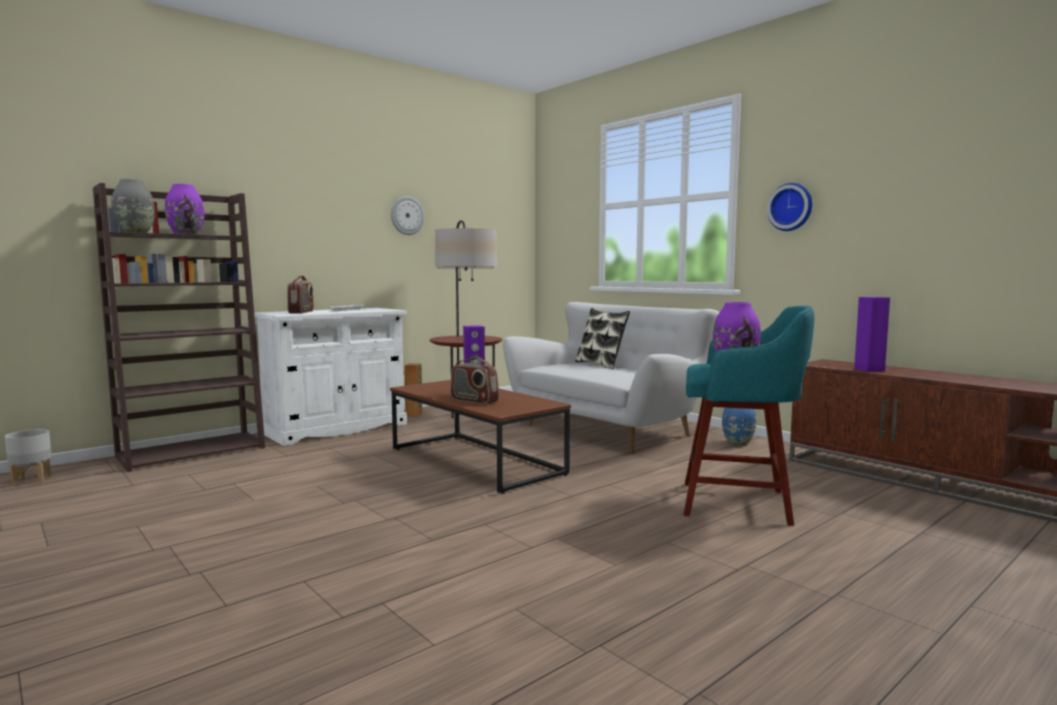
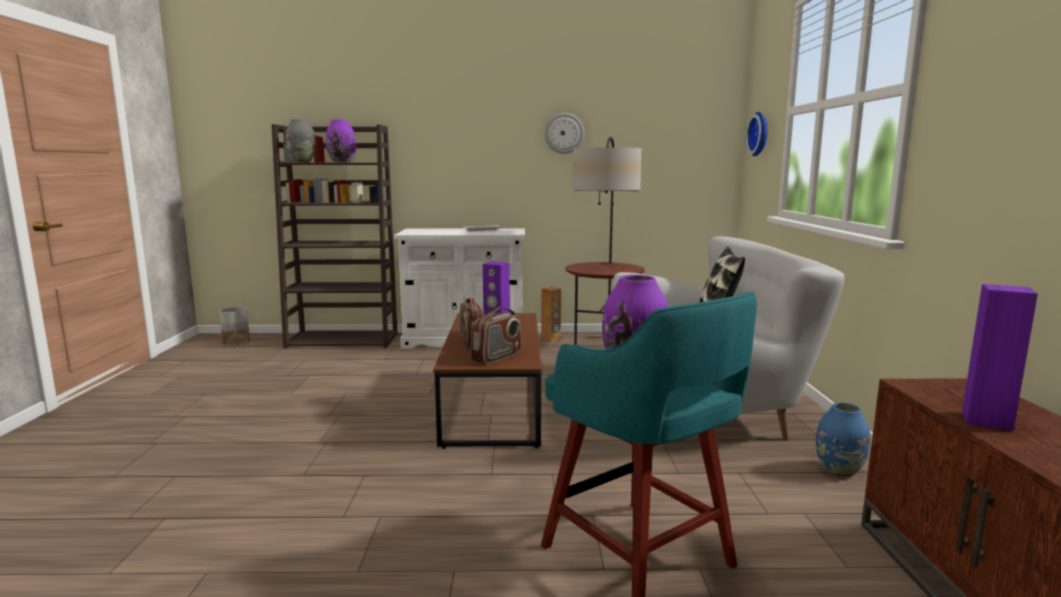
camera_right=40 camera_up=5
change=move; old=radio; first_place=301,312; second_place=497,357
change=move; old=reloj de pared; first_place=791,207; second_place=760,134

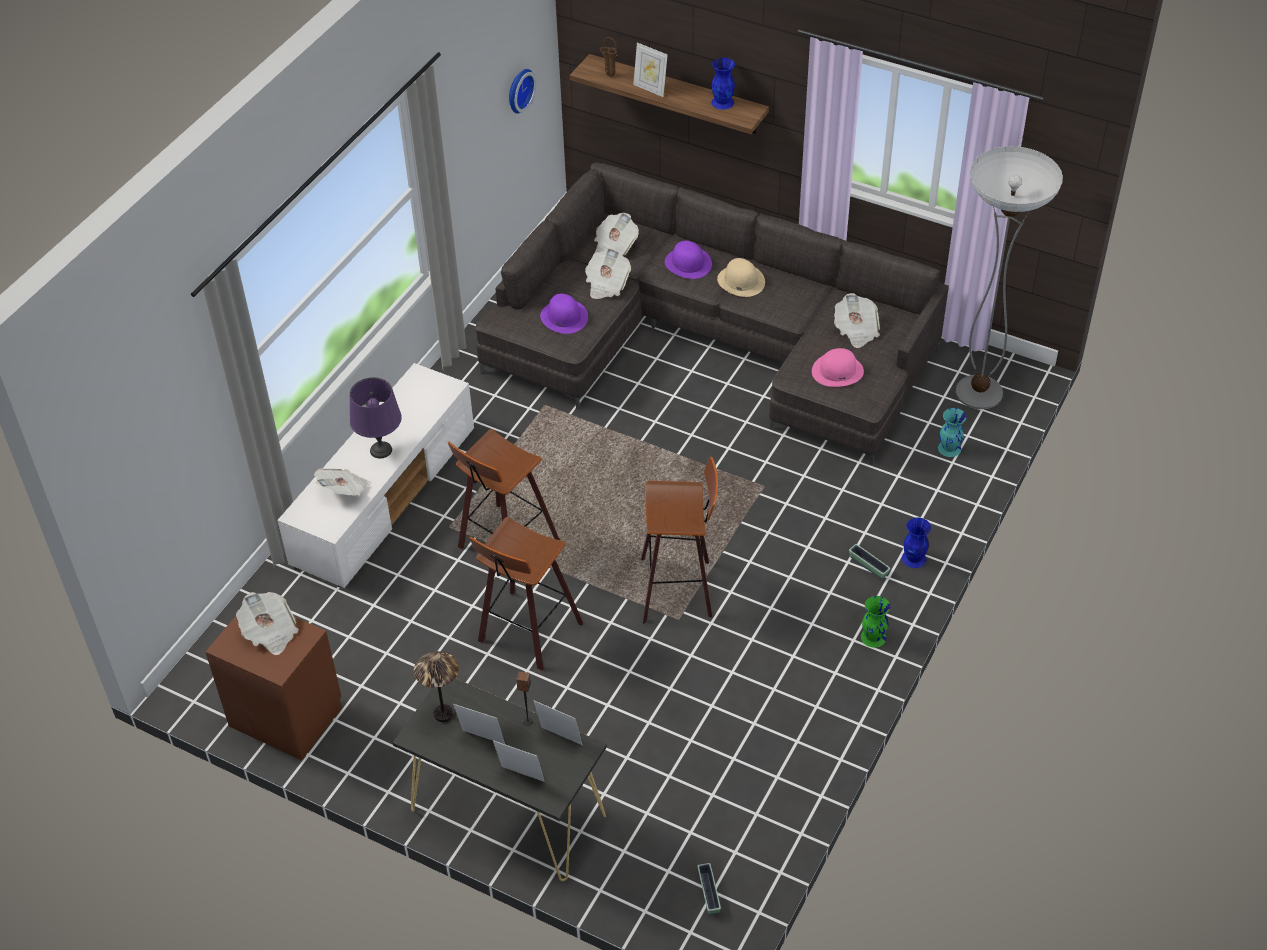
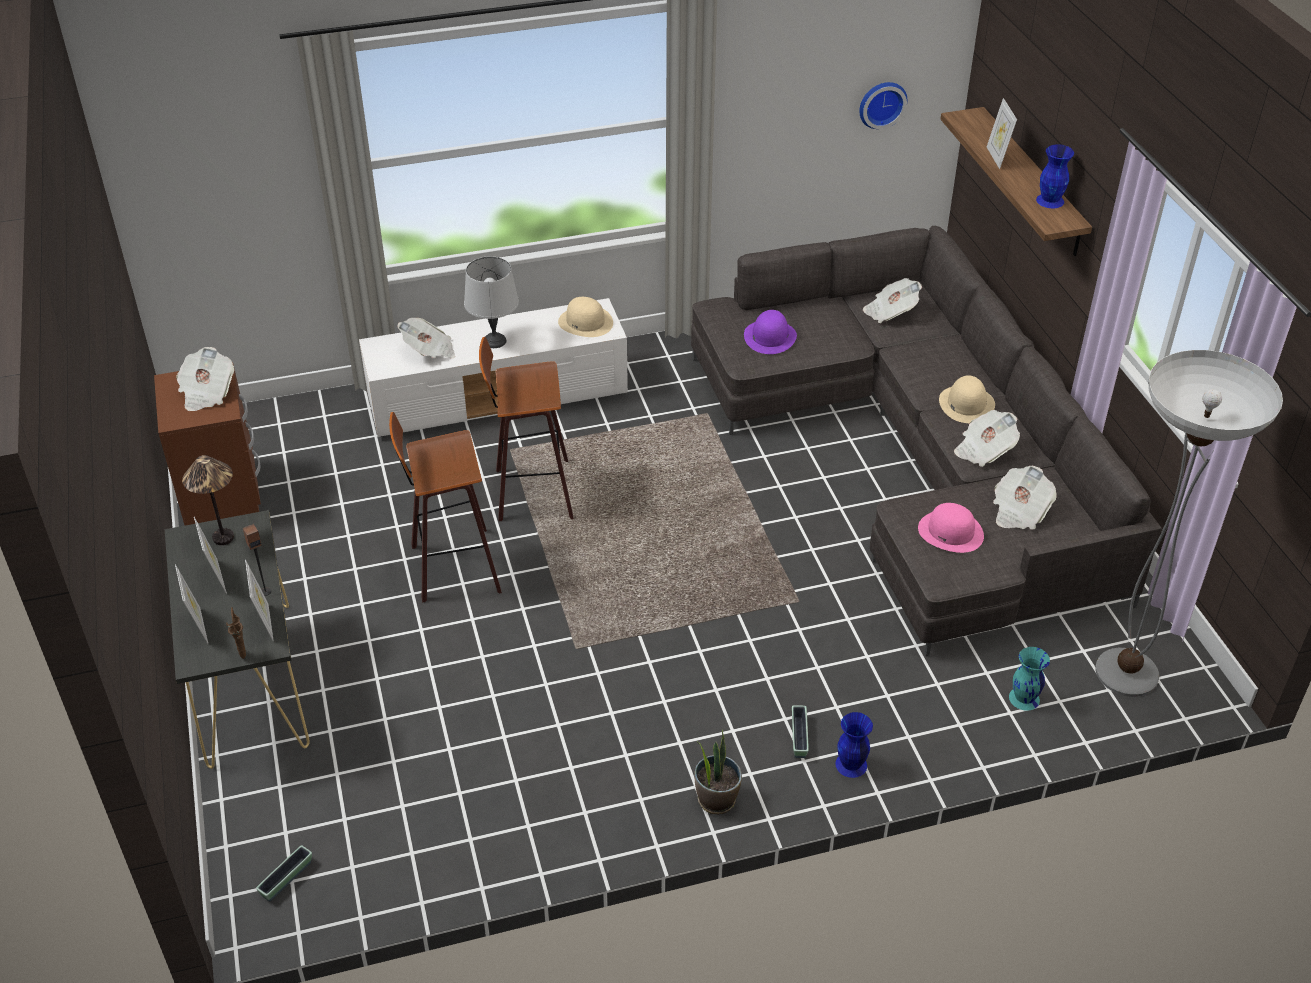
camera_right=45 camera_up=-5
change=move; old=florero (marrón); first_place=609,76; second_place=242,655
change=recolor; old=lámpara de mesa (morado); new=lámpara de mesa (gris); first_place=381,450; second_place=494,341
change=insert; new=sombrero (beis); second_place=586,322
change=replace; old=florero (verde); new=planta en maceta; first_place=873,637; second_place=716,799
change=move; old=periódico; first_place=606,284; second_place=984,450
change=delete; old=taburete; first_place=679,588
change=delete; old=sombrero (morado); first_place=688,263

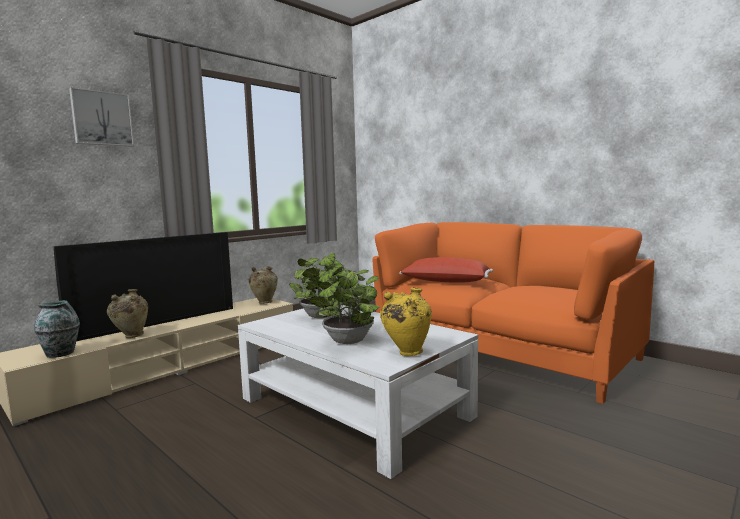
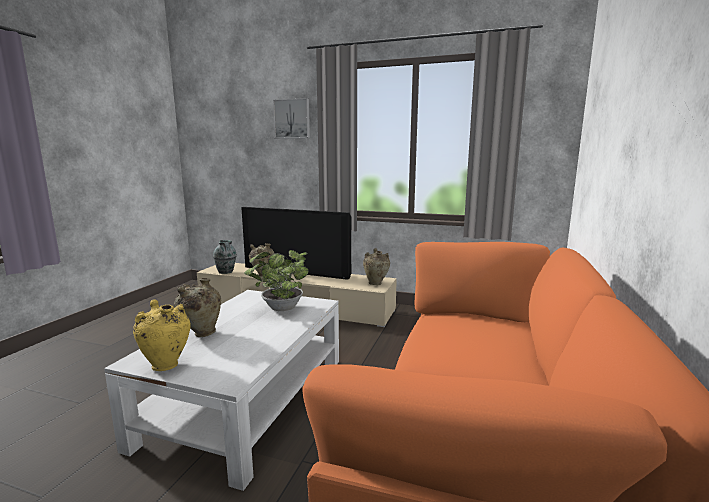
camera_right=65 camera_up=5
change=replace; old=planta en maceta; new=florero (beis); first_place=347,342; second_place=201,334
change=delete; old=cojín (rojo); first_place=445,282

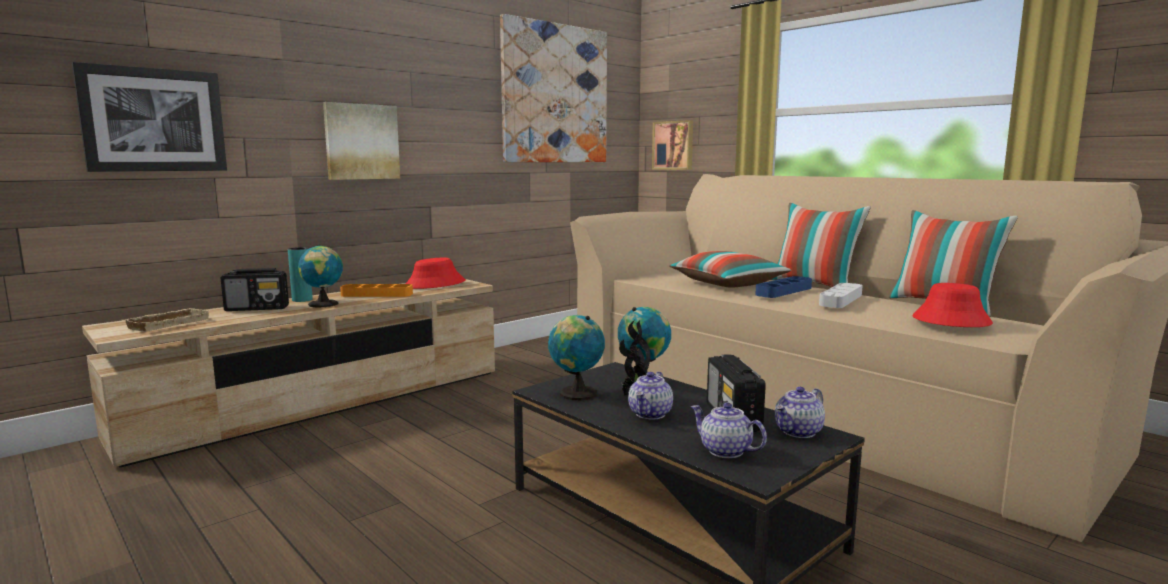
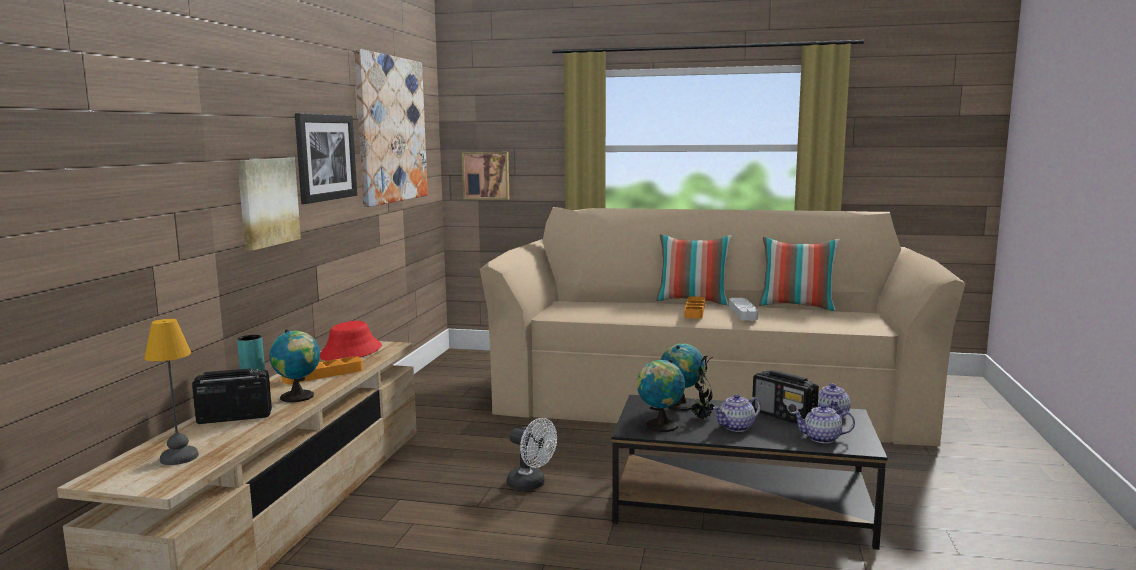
camera_right=-35 camera_up=0
change=replace; old=bandeja (beis); new=lámpara de mesa; first_place=168,323; second_place=178,457
change=rotate; old=radio; first_place=258,308; second_place=234,417; degrees=-150
change=move; old=cuadro; first_place=154,120; second_place=325,157
change=insert; new=ventilador (blanco); second_place=531,485
change=recolor; old=bandeja (azul); new=bandeja (naranja); first_place=784,291; second_place=695,311
change=rotate; old=tetera; first_place=650,414; second_place=736,427; degrees=75
change=delete; old=cojín; first_place=727,284
change=delete; old=sombrero (rojo); first_place=951,321

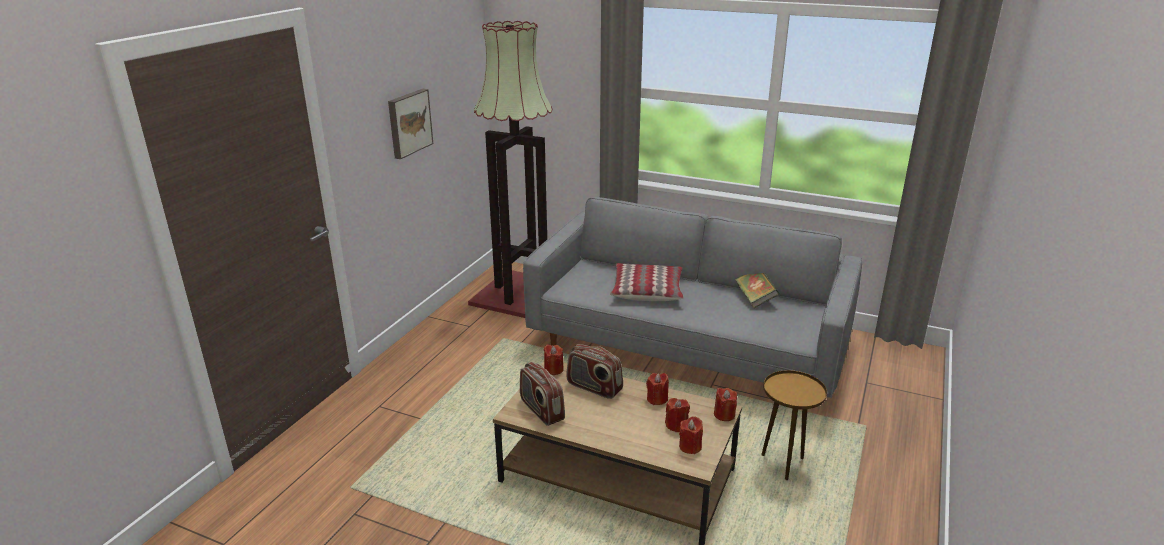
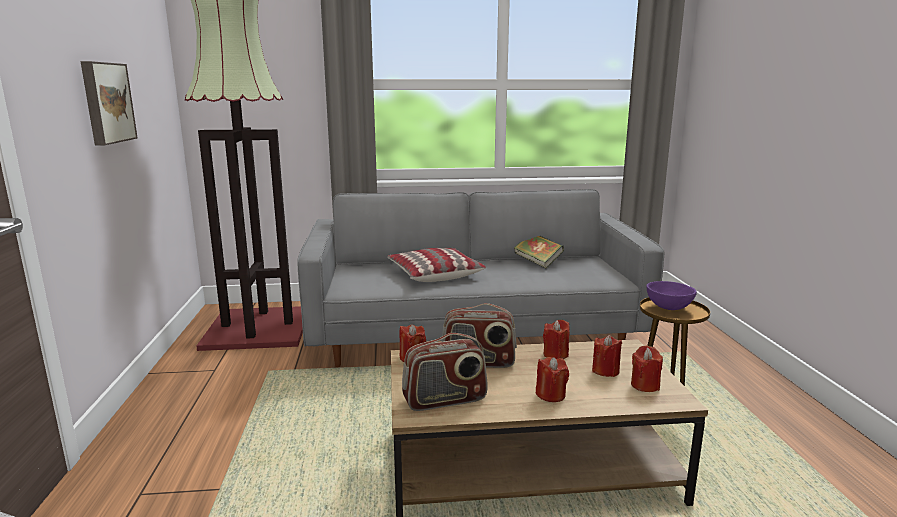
camera_right=-30 camera_up=-10
change=rotate; old=radio; first_place=541,410; second_place=445,400; degrees=-45
change=move; old=vela (rojo); first_place=724,414; second_place=550,395
change=insert; new=cuenco (morado); second_place=668,307

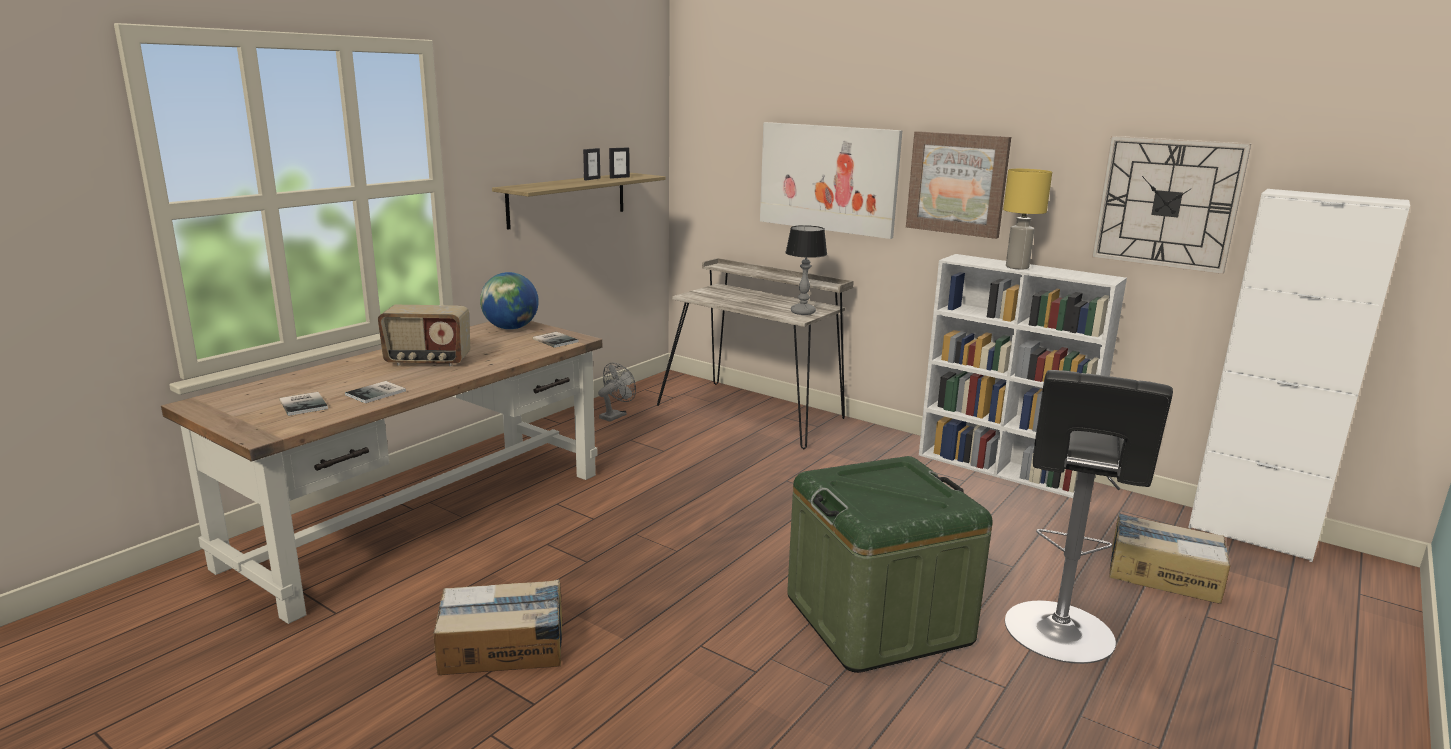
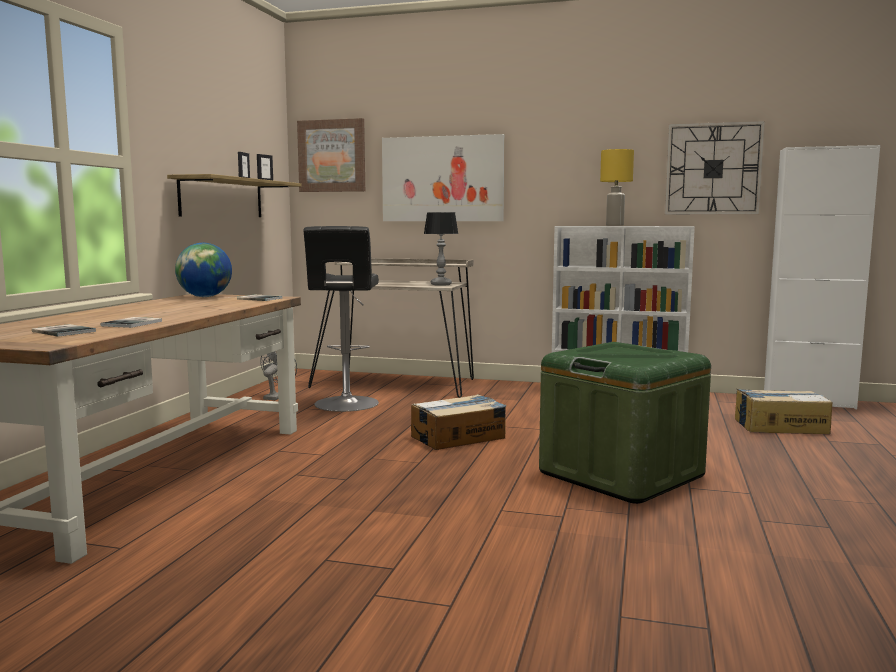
camera_right=-20 camera_up=-10
change=move; old=cuadro; first_place=957,183; second_place=332,156
change=move; old=taburete (negro); first_place=1059,635; second_place=346,404
change=move; old=caja de cartón; first_place=503,647; second_place=459,437
change=delete; old=radio; first_place=427,361

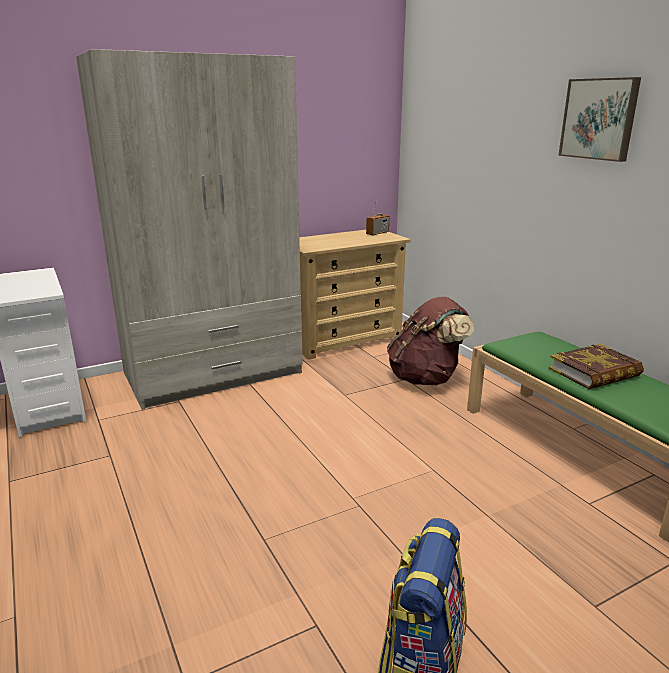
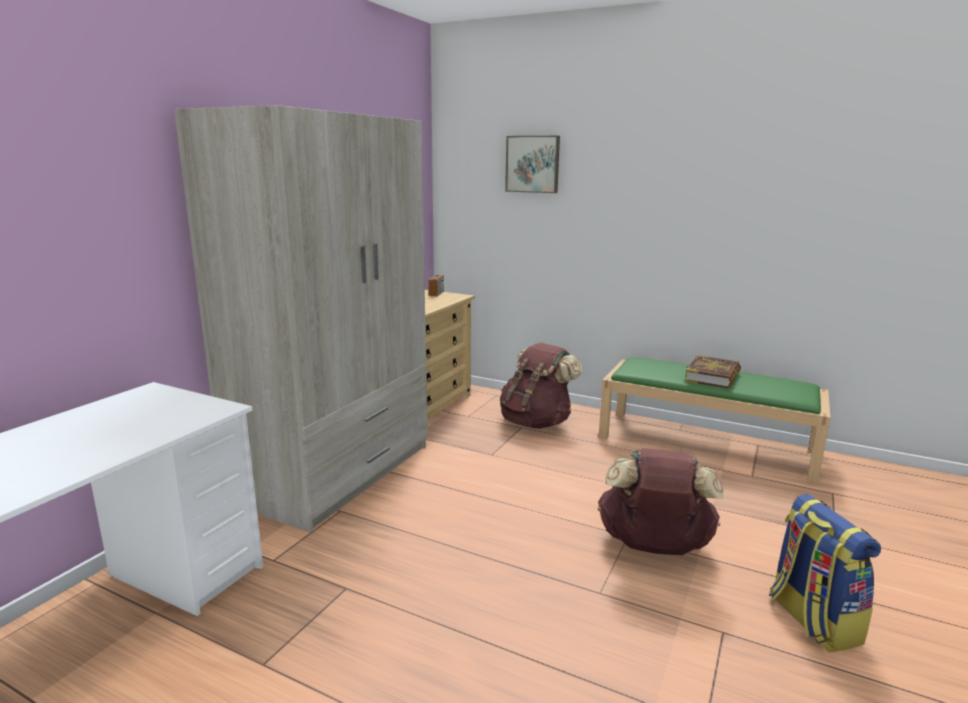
camera_right=-35 camera_up=-5
change=move; old=cuadro; first_place=599,119; second_place=533,164
change=insert; new=mochila (marrón); second_place=654,547

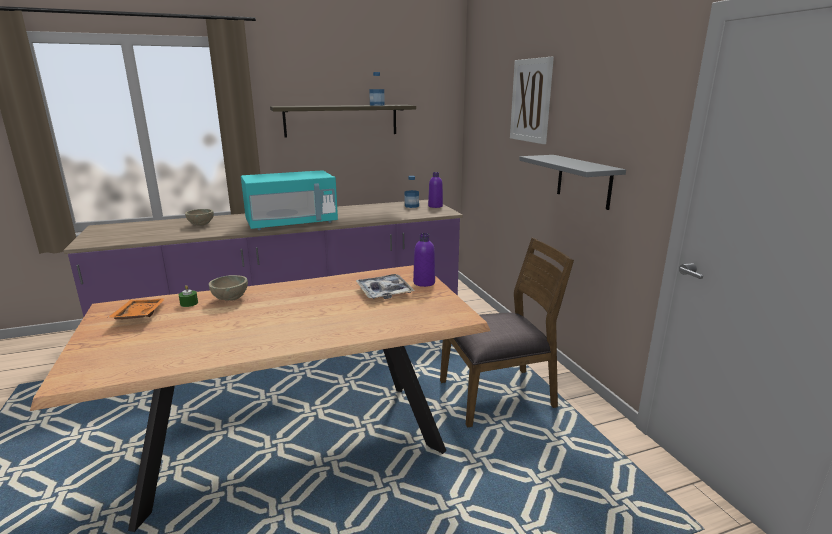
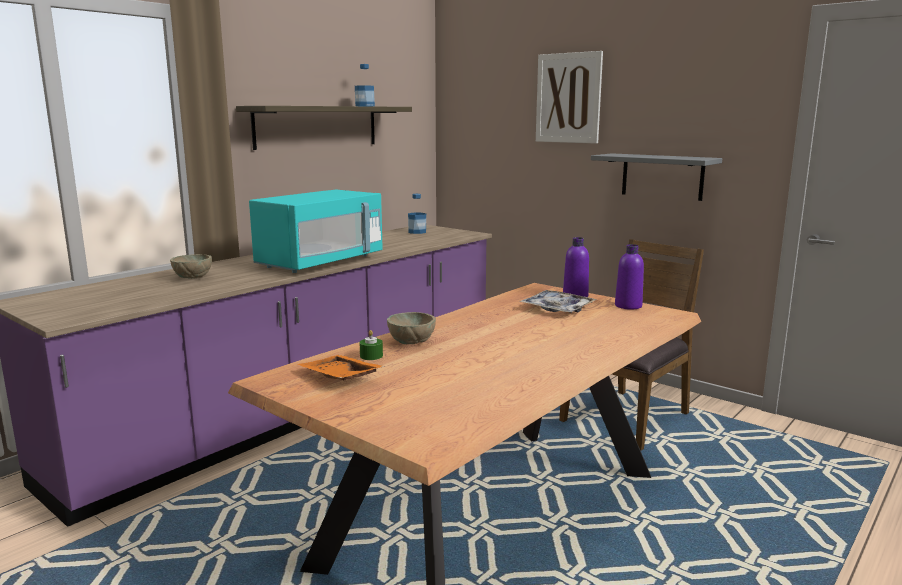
camera_right=-30 camera_up=-5
change=move; old=botella (morado); first_place=435,206; second_place=628,306

